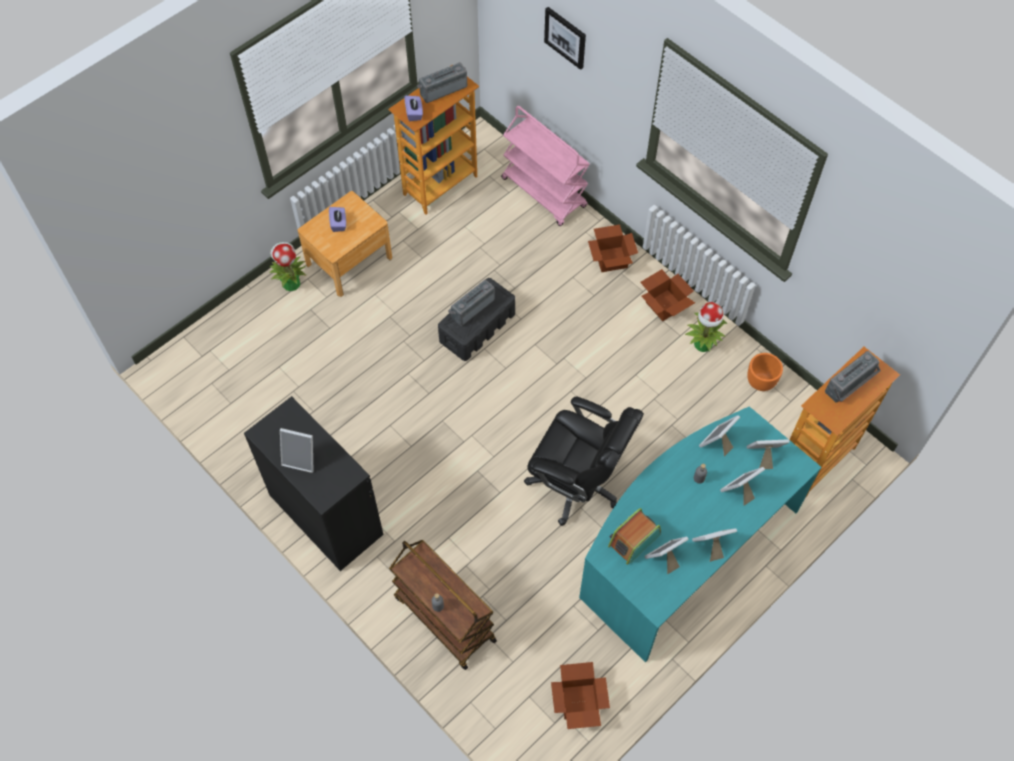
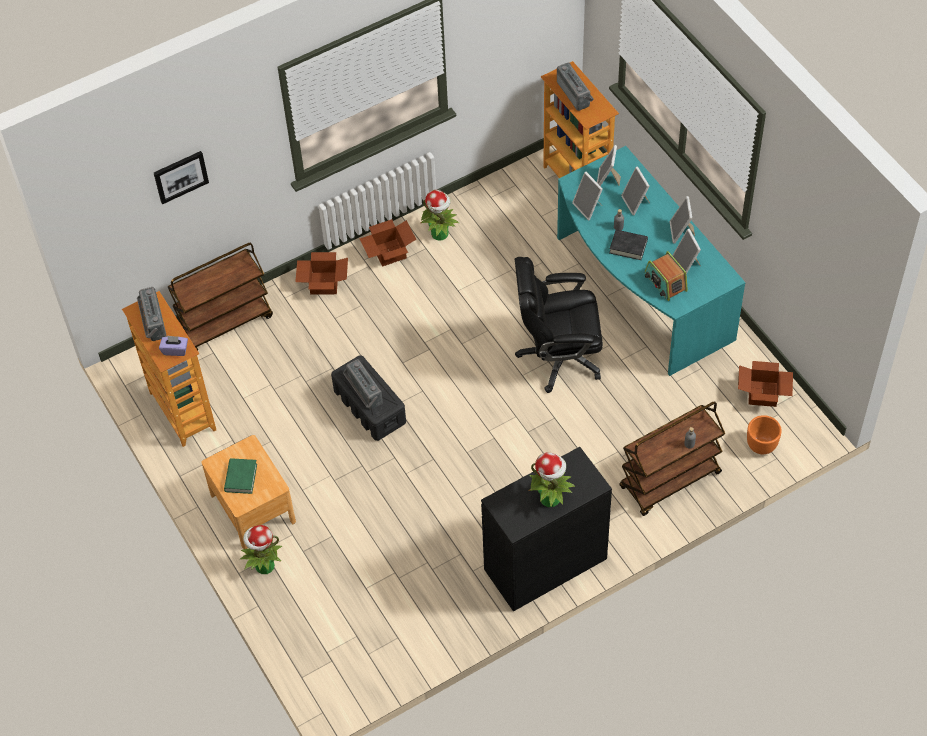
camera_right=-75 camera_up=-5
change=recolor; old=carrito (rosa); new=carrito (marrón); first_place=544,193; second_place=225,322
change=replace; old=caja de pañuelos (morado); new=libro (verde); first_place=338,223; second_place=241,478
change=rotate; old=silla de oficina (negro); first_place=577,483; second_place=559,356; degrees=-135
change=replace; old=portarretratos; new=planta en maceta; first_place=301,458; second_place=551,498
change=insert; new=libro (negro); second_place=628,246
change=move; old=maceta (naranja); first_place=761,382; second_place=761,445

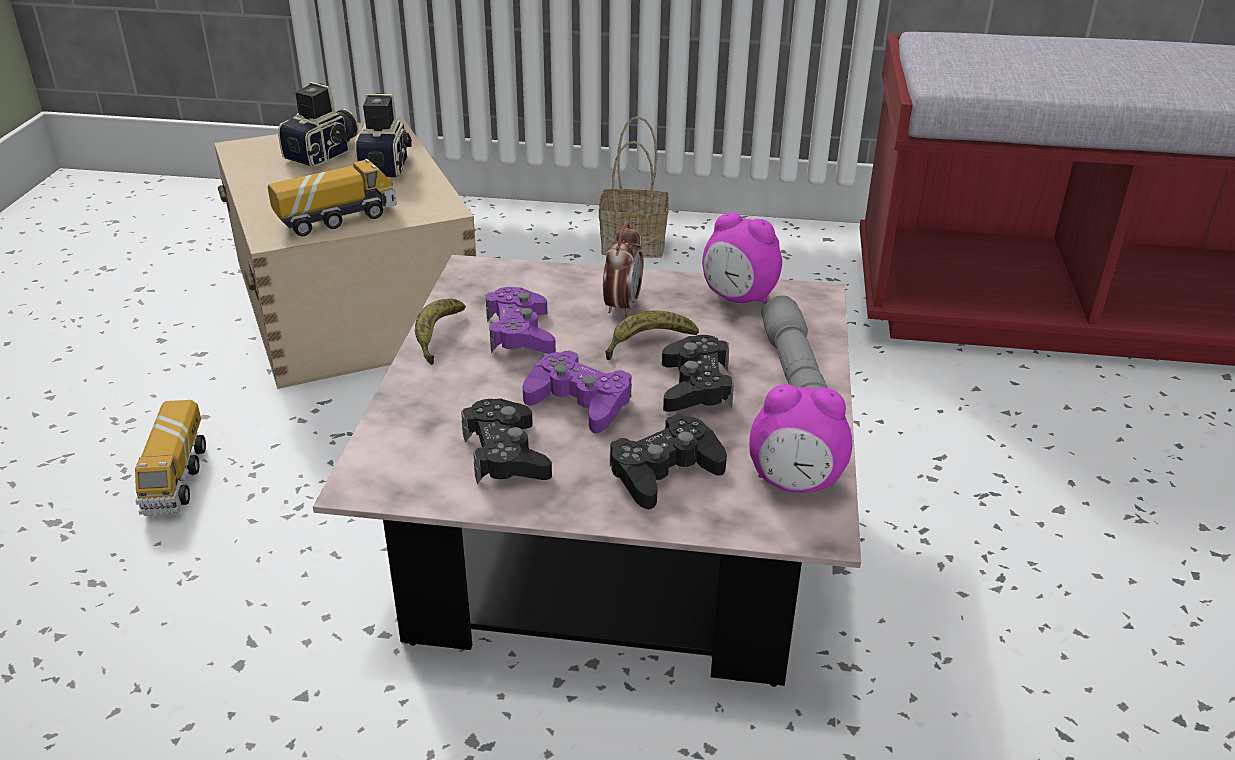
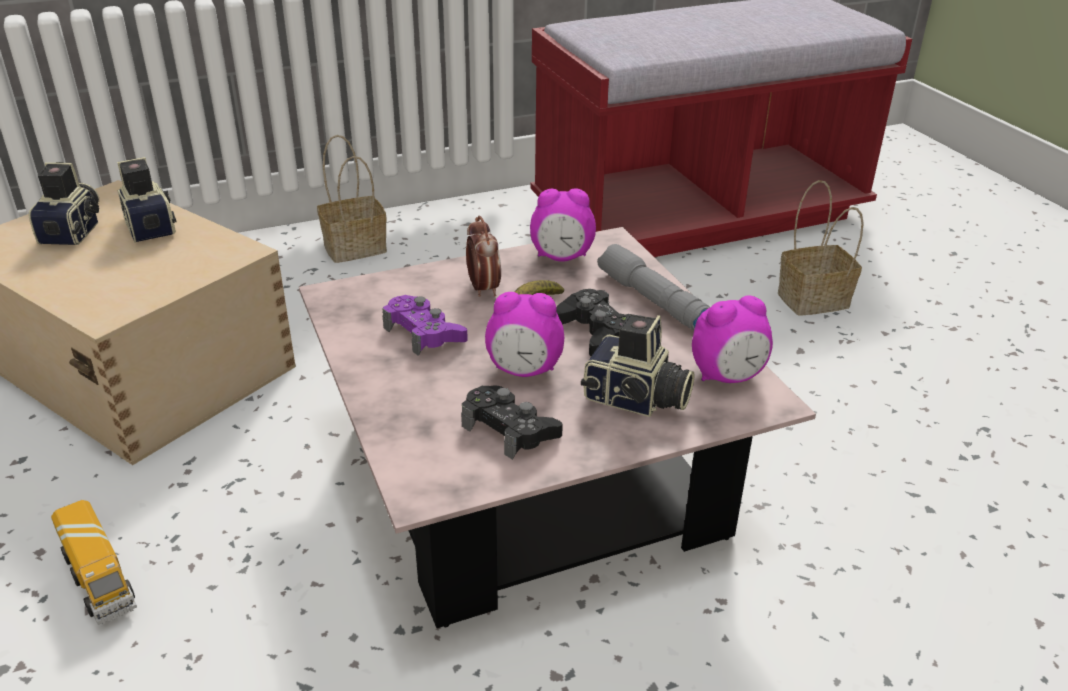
camera_right=-30 camera_up=0
change=replace; old=mando de consola (morado); new=despertador; first_place=579,402; second_place=524,371
change=replace; old=mando de consola (negro); new=cámara; first_place=664,471; second_place=636,400
change=insert; new=cesta; second_place=811,301
change=delete; old=camión de juguete; first_place=337,219
change=delete; old=plátano; first_place=437,337

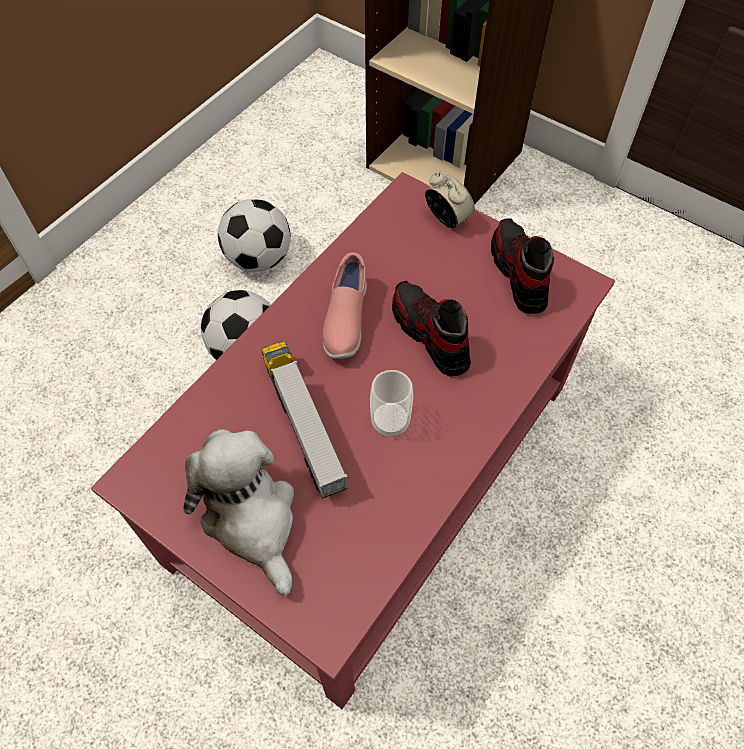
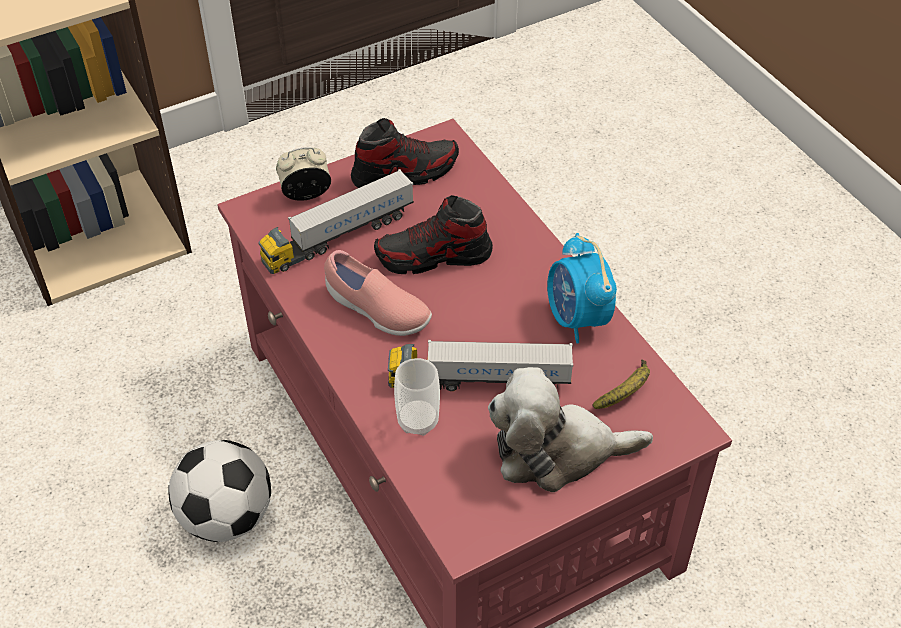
camera_right=-65 camera_up=-10
change=insert; new=camión de juguete; second_place=338,237
change=rotate; old=zapato; first_place=518,273; second_place=405,173; degrees=150
change=move; old=taza; first_place=390,422; second_place=418,421
change=insert; new=despertador; second_place=577,319
change=insert; new=plátano; second_place=626,392
change=delete; old=balón de fútbol; first_place=259,259

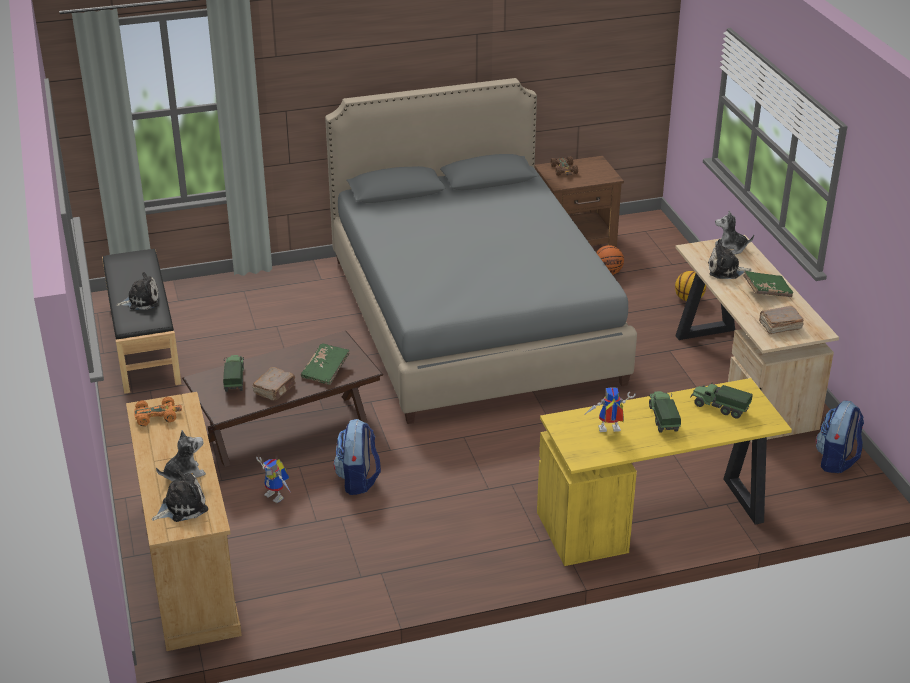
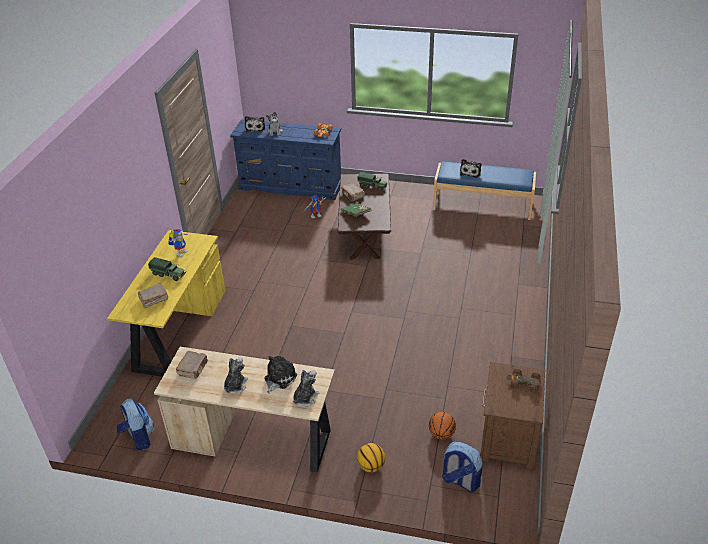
camera_right=120 camera_up=5
change=replace; old=camión de juguete; new=libro (marrón); first_place=719,407; second_place=153,299
change=replace; old=libro (verde); new=peluche; first_place=767,291; second_place=235,386
change=recolor; old=cómoda (beis); new=cómoda (azul); first_place=188,566; second_place=291,186
change=recolor; old=banco (negro); new=banco (azul); first_place=143,343; second_place=482,205
change=move; old=mochila; first_place=358,480; second_place=460,480
change=delete; old=cama (gris); first_place=472,319

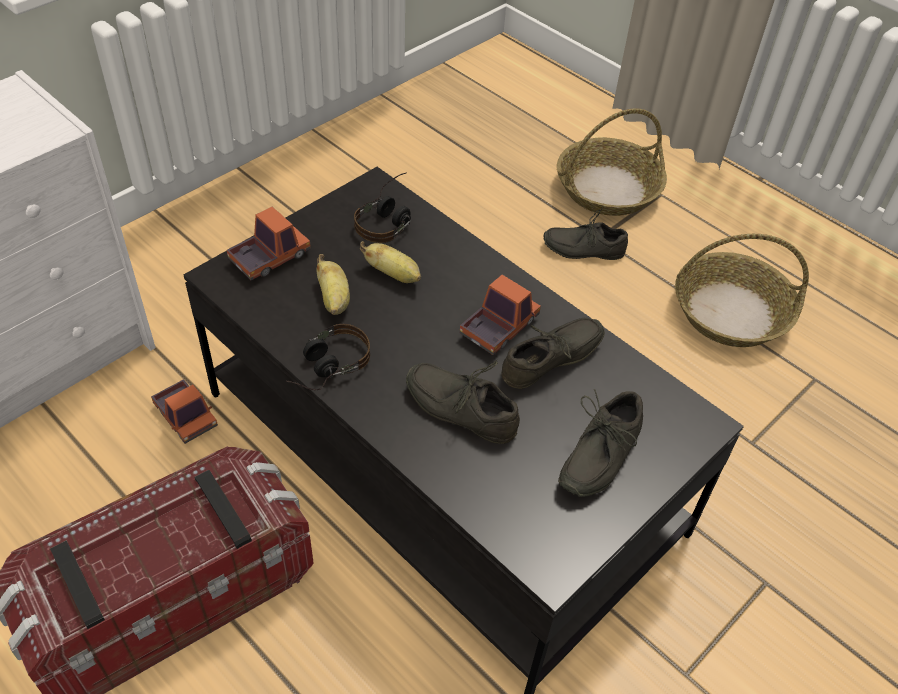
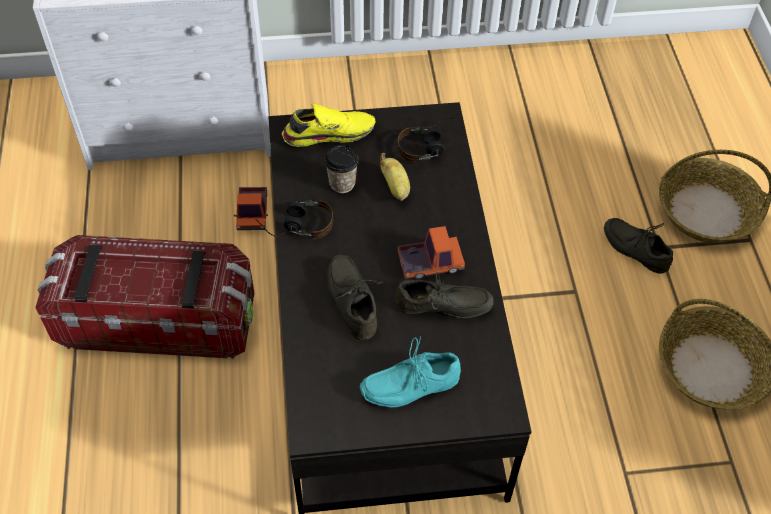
camera_right=40 camera_up=5
change=replace; old=camión de juguete; new=zapato (amarillo); first_place=270,257; second_place=329,132
change=replace; old=plátano; new=taza; first_place=334,300; second_place=342,183
change=recolor; old=zapato (gris); new=zapato (turquesa); first_place=595,454; second_place=409,383

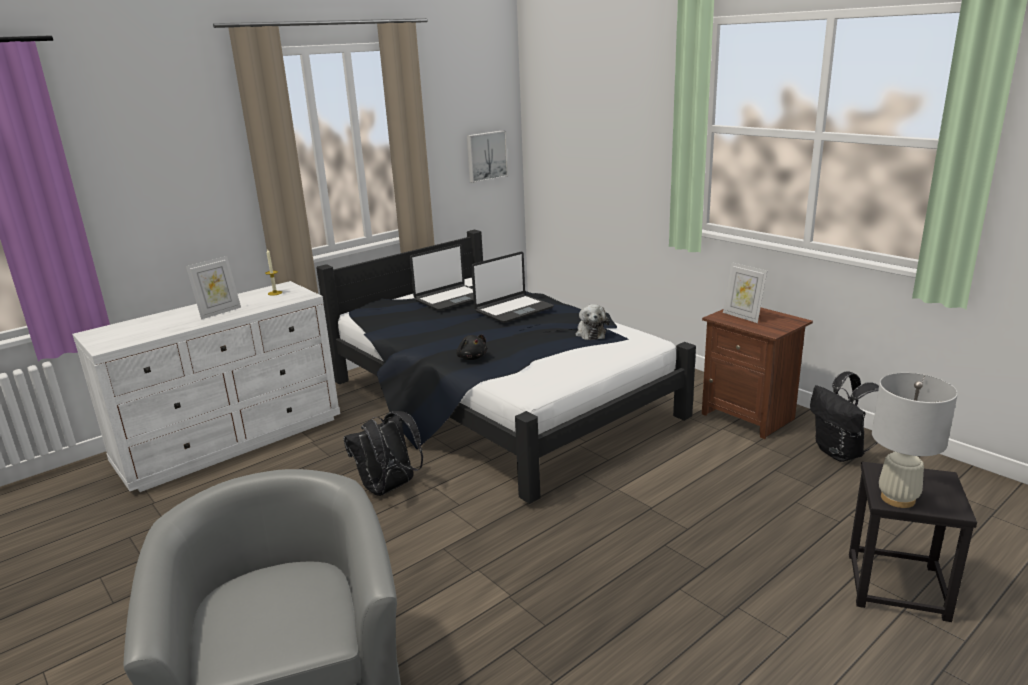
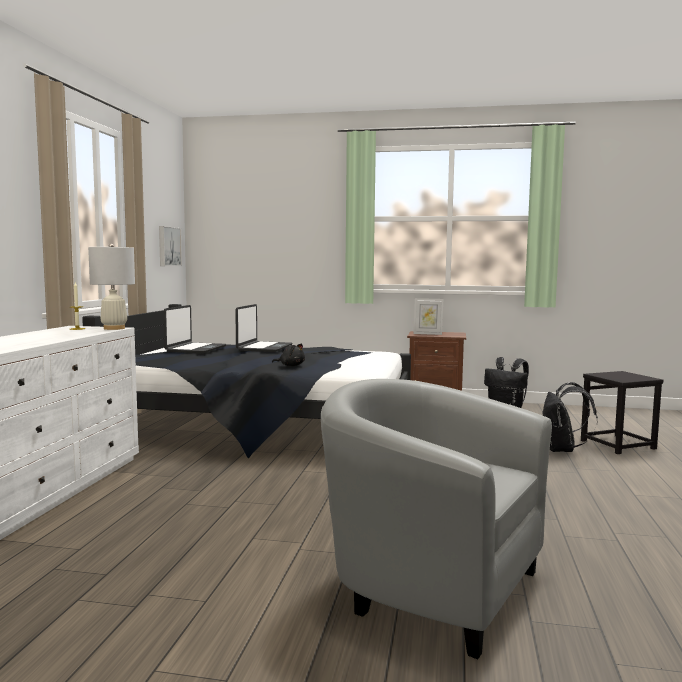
camera_right=-40 camera_up=-15
change=move; old=lámpara de mesa (blanco); first_place=898,498; second_place=114,328
change=move; old=mochila (negro); first_place=389,488; second_place=562,450
change=delete; old=portarretratos; first_place=219,312
change=delete; old=peluche; first_place=590,333

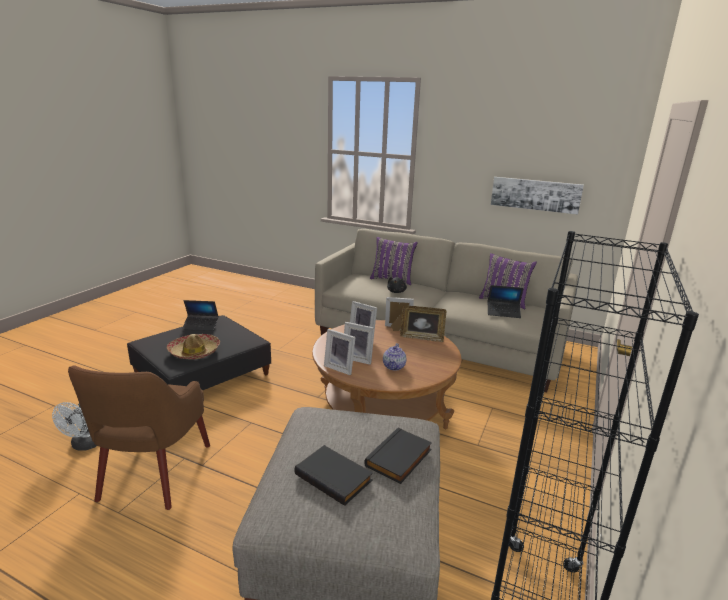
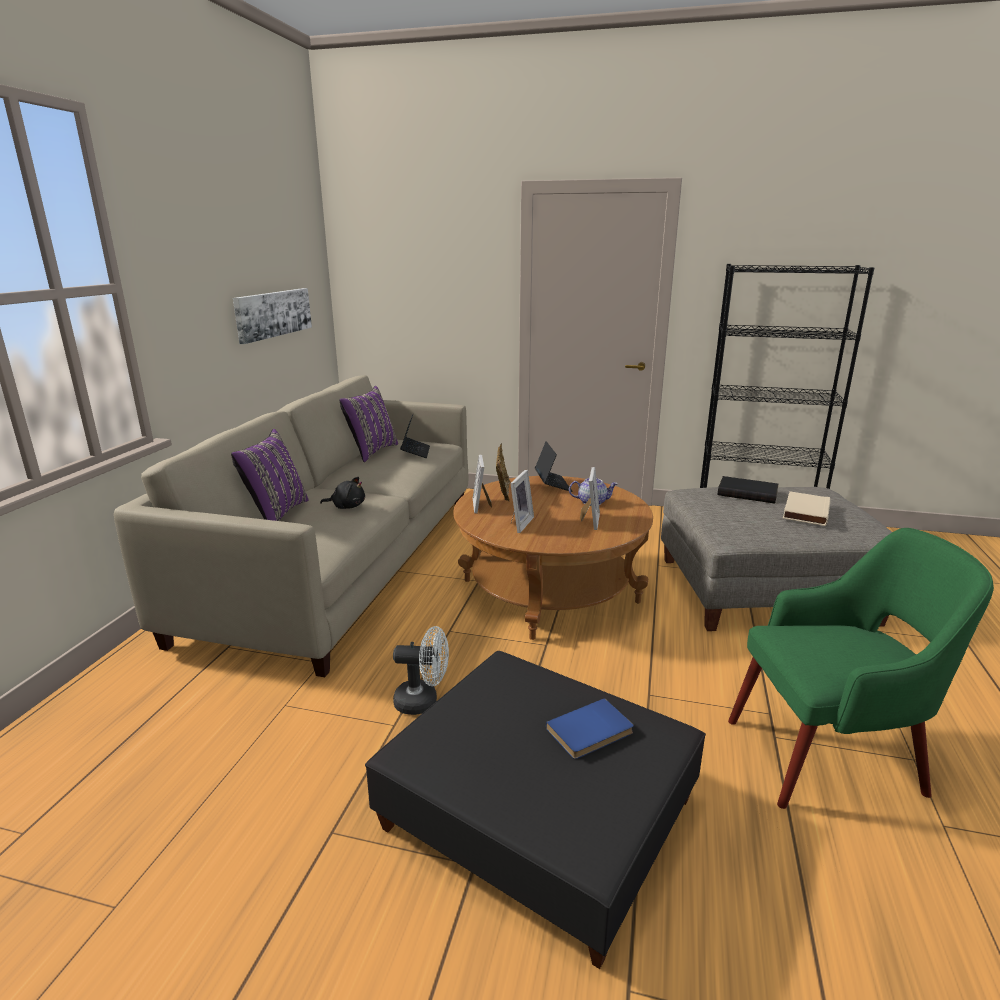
camera_right=-100 camera_up=0
change=move; old=ventilador (blanco); first_place=84,445; second_place=423,701
change=move; old=portátil; first_place=201,326; second_place=552,484
change=replace; old=sombrero; new=libro (azul); first_place=194,352; second_place=591,732
change=recolor; old=sillón (marrón); new=sillón (verde); first_place=154,473; second_place=829,756
change=recolor; old=libro (negro); new=libro (beis); first_place=335,477; second_place=804,511
change=delete; old=portarretratos; first_place=340,368

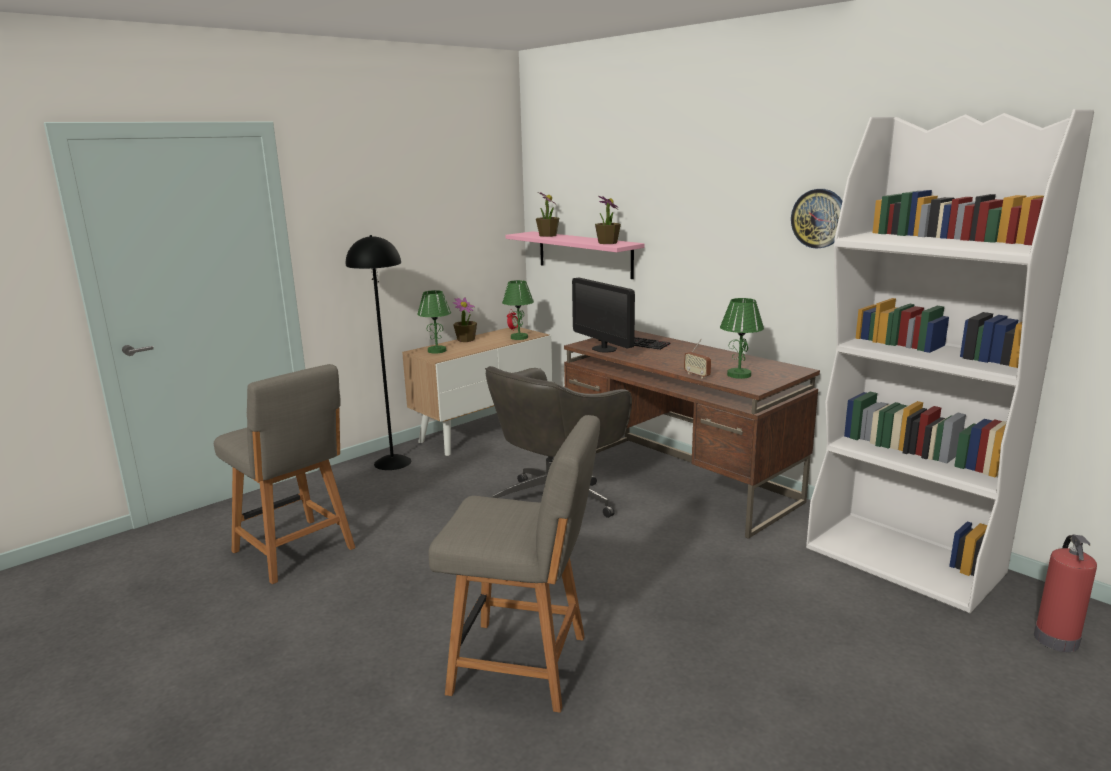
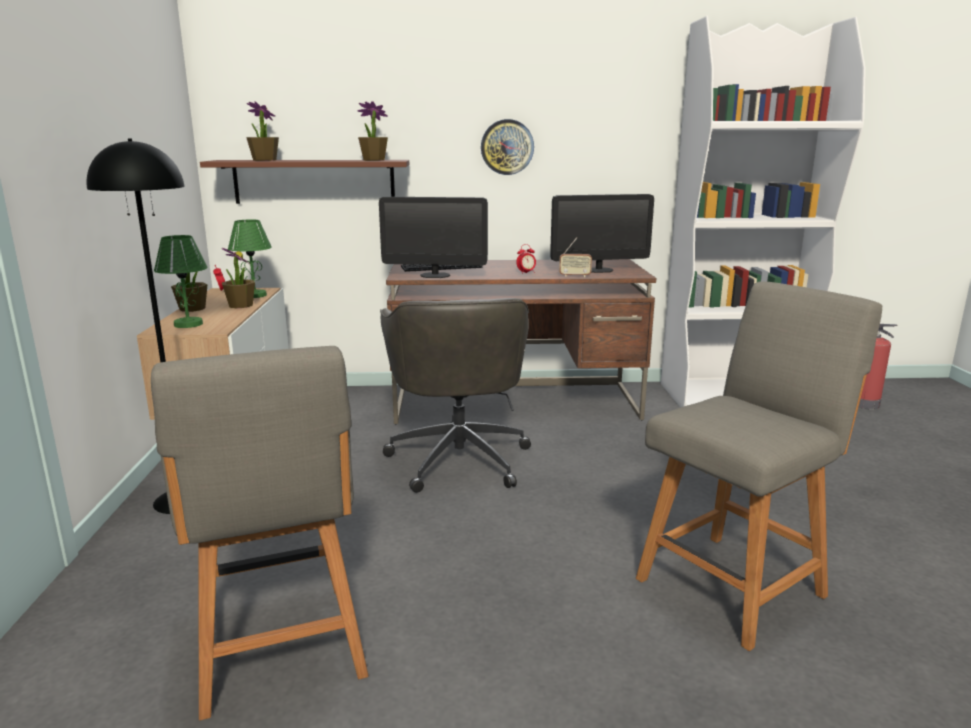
camera_right=-50 camera_up=0
change=rotate; old=silla (gris); first_place=296,551; second_place=280,651; degrees=75
change=recolor; old=estante (rosa); new=estante (marrón); first_place=584,254; second_place=314,181
change=insert; new=planta en maceta; second_place=240,305
change=move; old=reloj de pared; first_place=819,218; second_place=507,147
change=insert; new=despertador; second_place=526,273
change=replace; old=lámpara de mesa (verde); new=monitor; first_place=739,375; second_place=598,270

